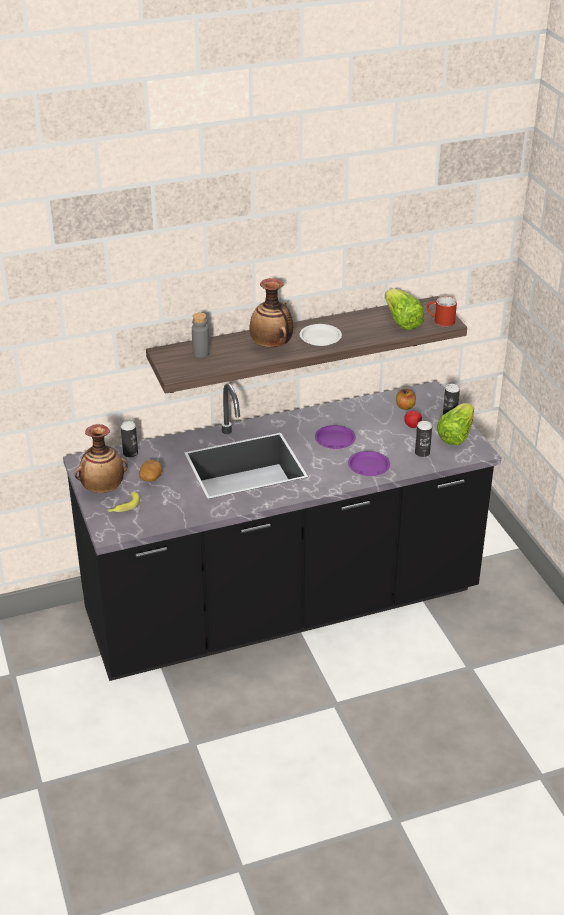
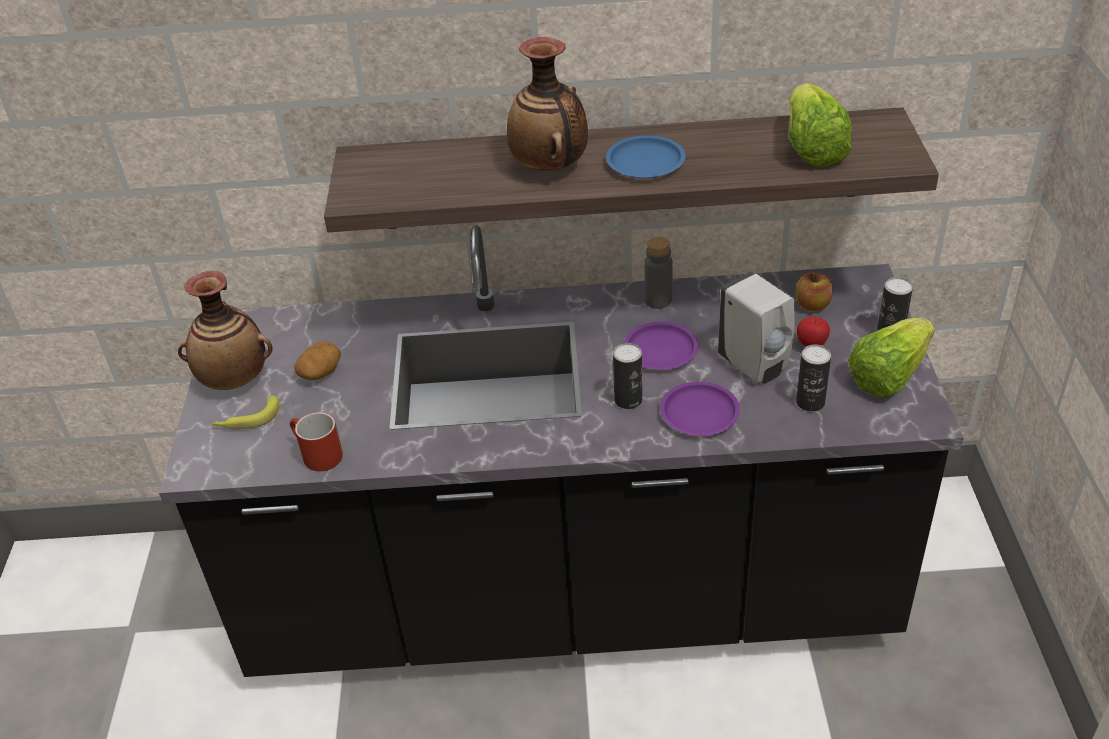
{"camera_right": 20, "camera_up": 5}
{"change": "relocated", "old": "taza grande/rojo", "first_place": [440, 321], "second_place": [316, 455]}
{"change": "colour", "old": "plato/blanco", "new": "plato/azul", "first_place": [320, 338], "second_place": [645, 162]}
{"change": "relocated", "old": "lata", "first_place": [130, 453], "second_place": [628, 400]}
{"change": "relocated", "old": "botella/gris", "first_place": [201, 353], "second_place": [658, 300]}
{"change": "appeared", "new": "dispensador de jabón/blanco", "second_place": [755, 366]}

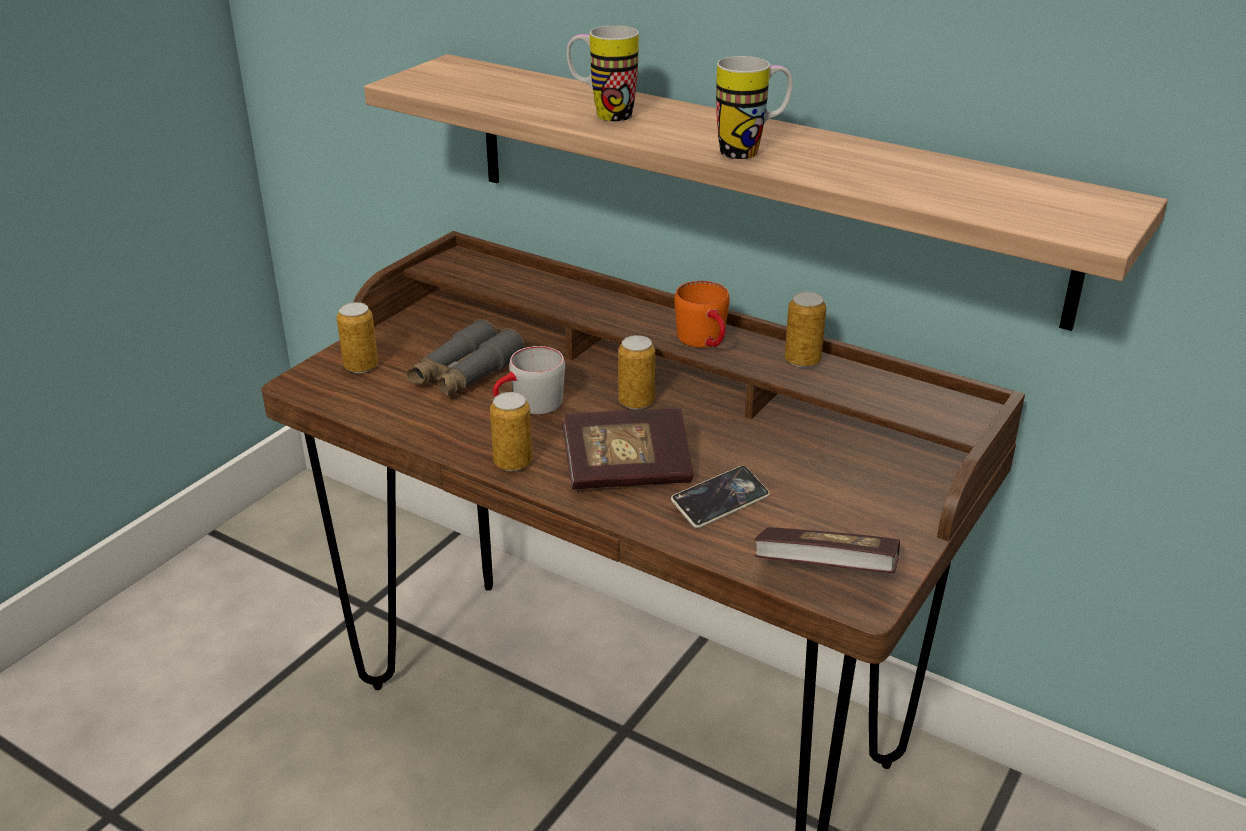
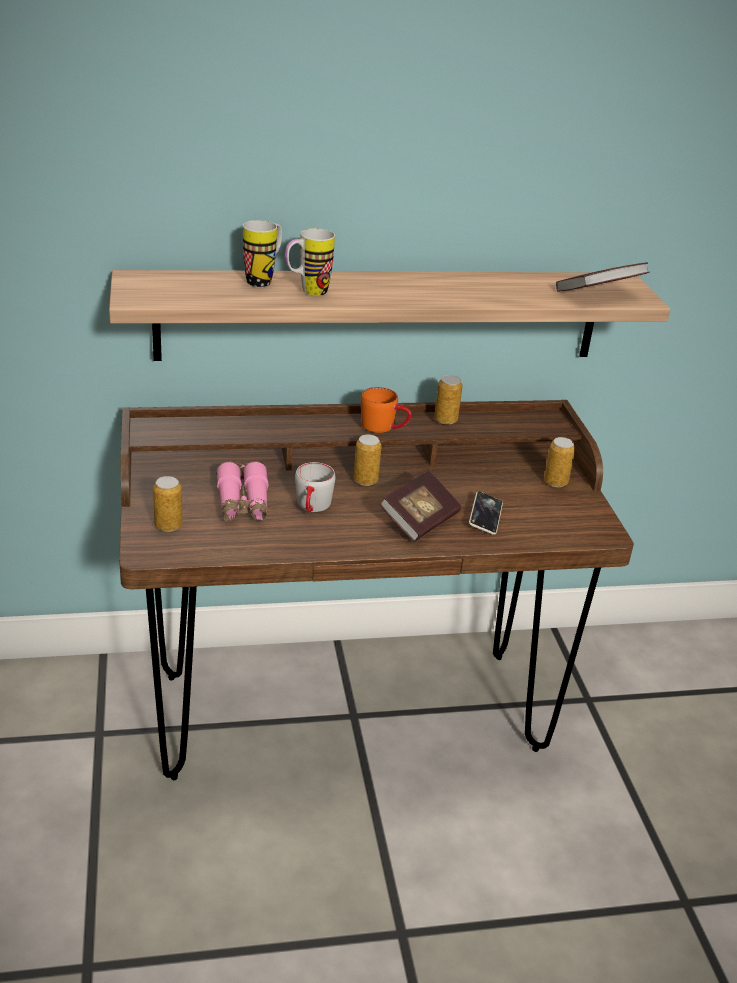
{"camera_right": -45, "camera_up": 0}
{"change": "colour", "old": "prismáticos/gris", "new": "prismáticos/rosa", "first_place": [465, 374], "second_place": [243, 503]}
{"change": "relocated", "old": "taza grande", "first_place": [751, 151], "second_place": [264, 280]}
{"change": "relocated", "old": "lata", "first_place": [513, 463], "second_place": [555, 482]}
{"change": "relocated", "old": "libro", "first_place": [825, 573], "second_place": [598, 294]}

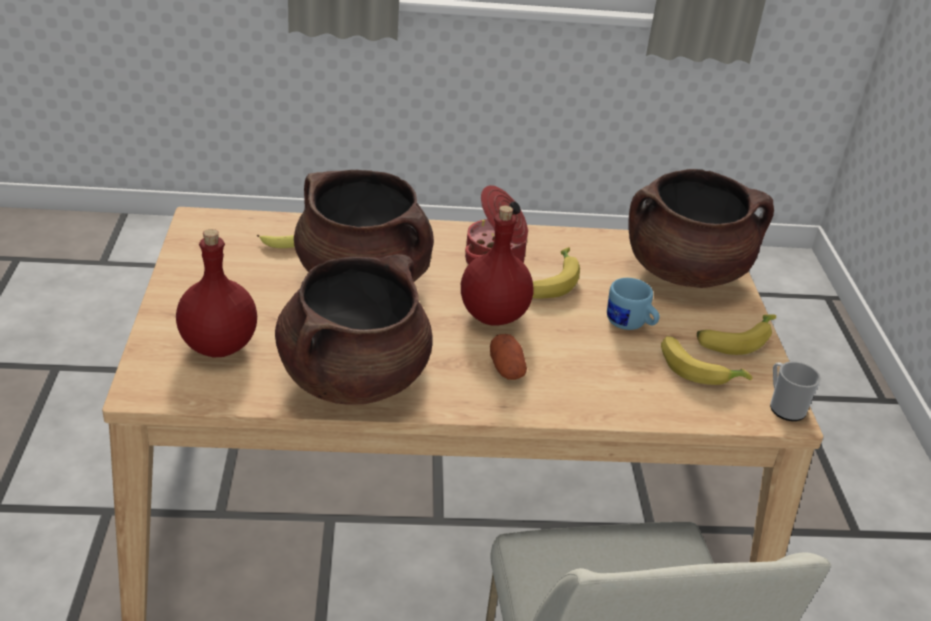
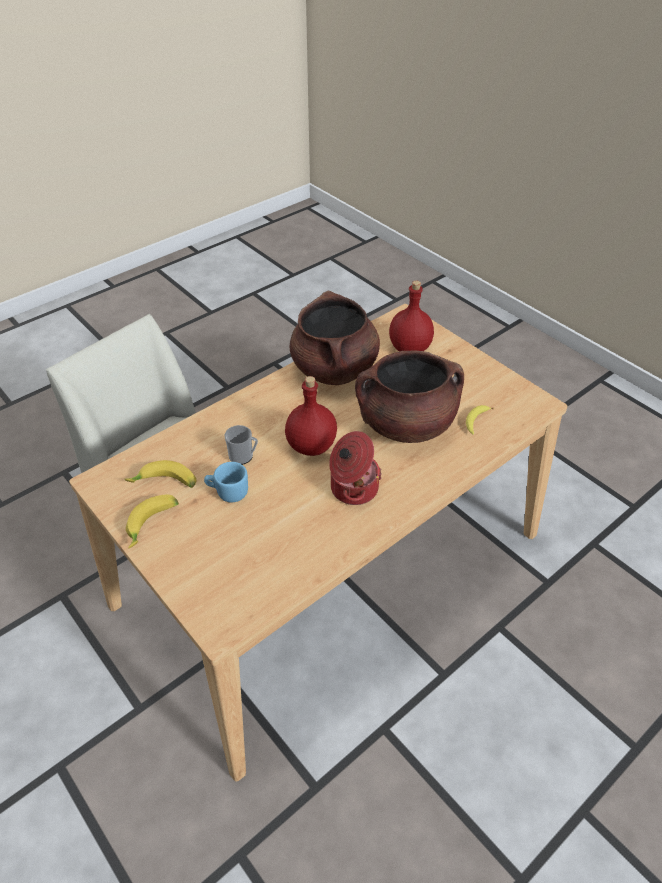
{"camera_right": 145, "camera_up": 10}
{"change": "relocated", "old": "taza grande", "first_place": [784, 407], "second_place": [243, 456]}
{"change": "missing", "old": "patata", "first_place": [507, 368]}
{"change": "missing", "old": "plátano", "first_place": [551, 281]}
{"change": "missing", "old": "olla/marrón", "first_place": [685, 271]}

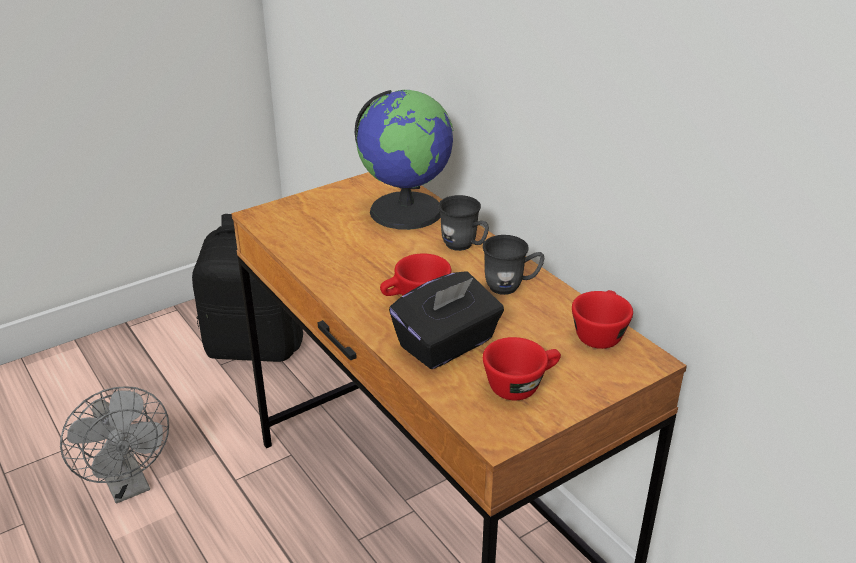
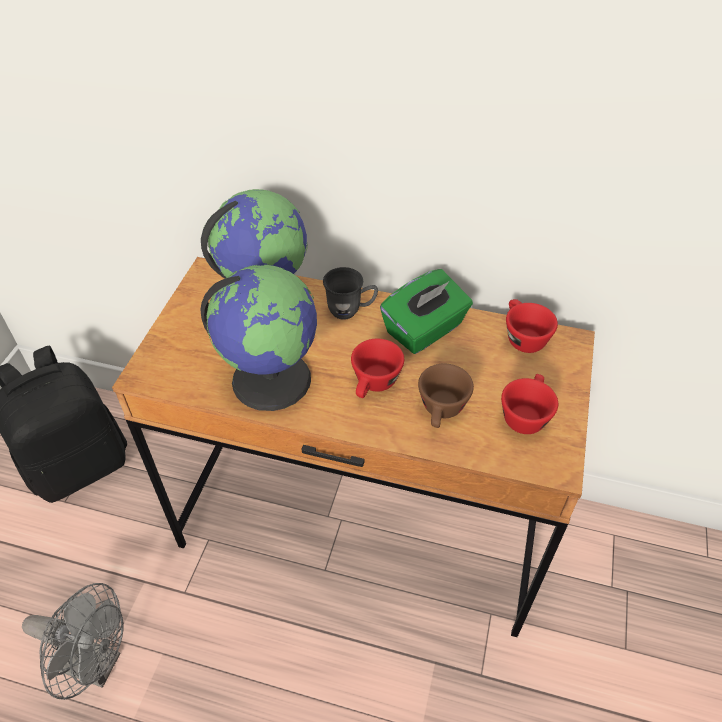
{"camera_right": -40, "camera_up": 15}
{"change": "appeared", "new": "globo terráqueo", "second_place": [271, 378]}
{"change": "exchanged", "old": "taza grande/gris", "new": "caja de pañuelos/verde", "first_place": [511, 286], "second_place": [425, 330]}
{"change": "exchanged", "old": "caja de pañuelos/negro", "new": "taza/marrón", "first_place": [447, 344], "second_place": [442, 411]}

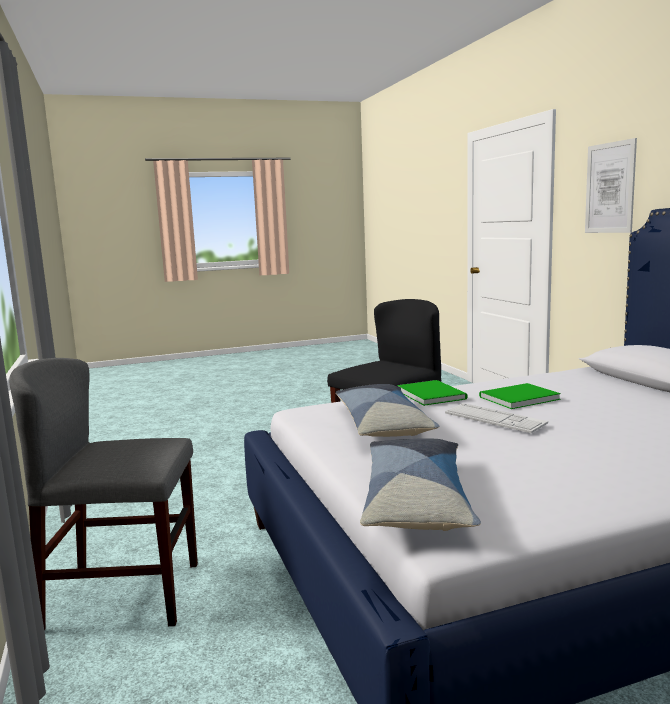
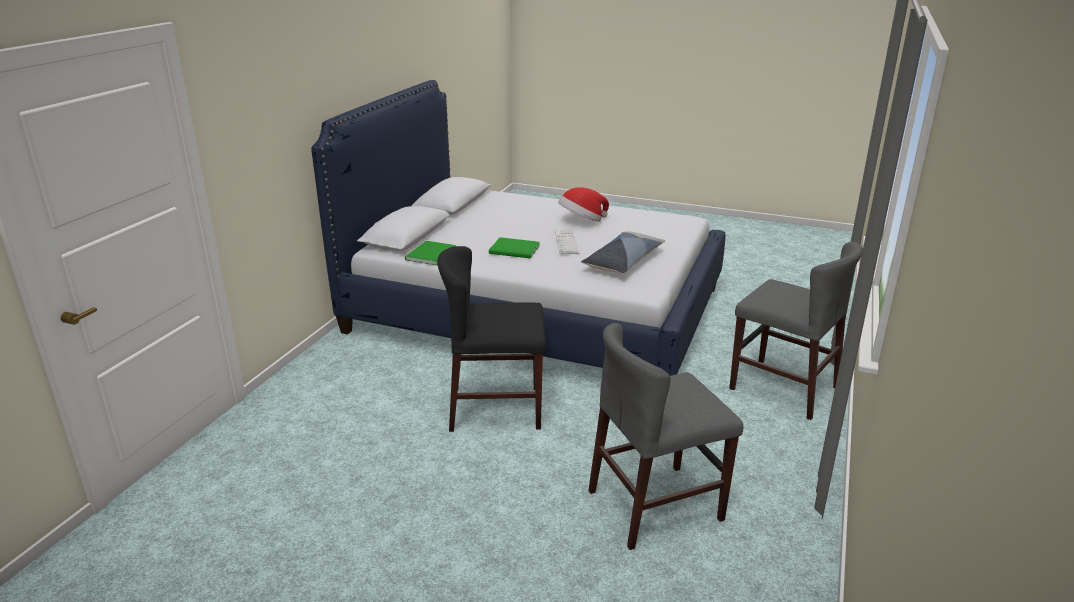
{"camera_right": -140, "camera_up": 15}
{"change": "relocated", "old": "libro/verde", "first_place": [431, 394], "second_place": [429, 255]}
{"change": "appeared", "new": "sombrero", "second_place": [581, 221]}
{"change": "appeared", "new": "silla/gris", "second_place": [655, 505]}
{"change": "missing", "old": "cojín", "first_place": [416, 500]}
{"change": "missing", "old": "cuadro", "first_place": [610, 188]}

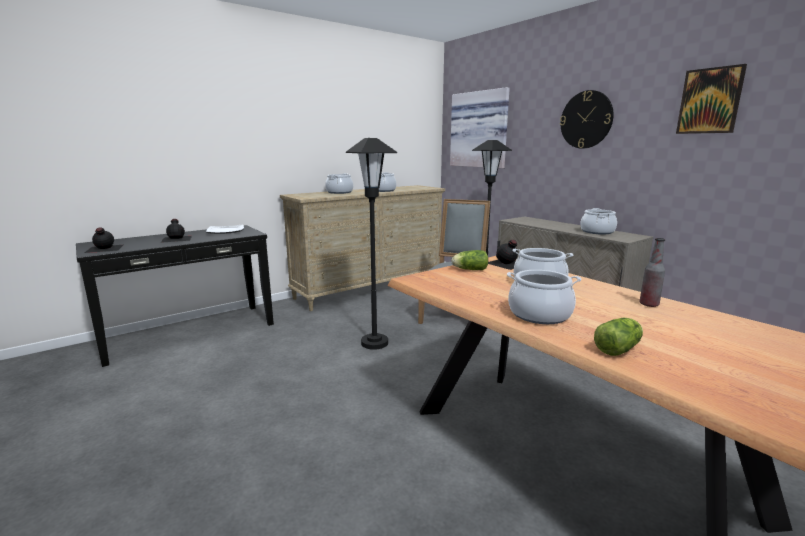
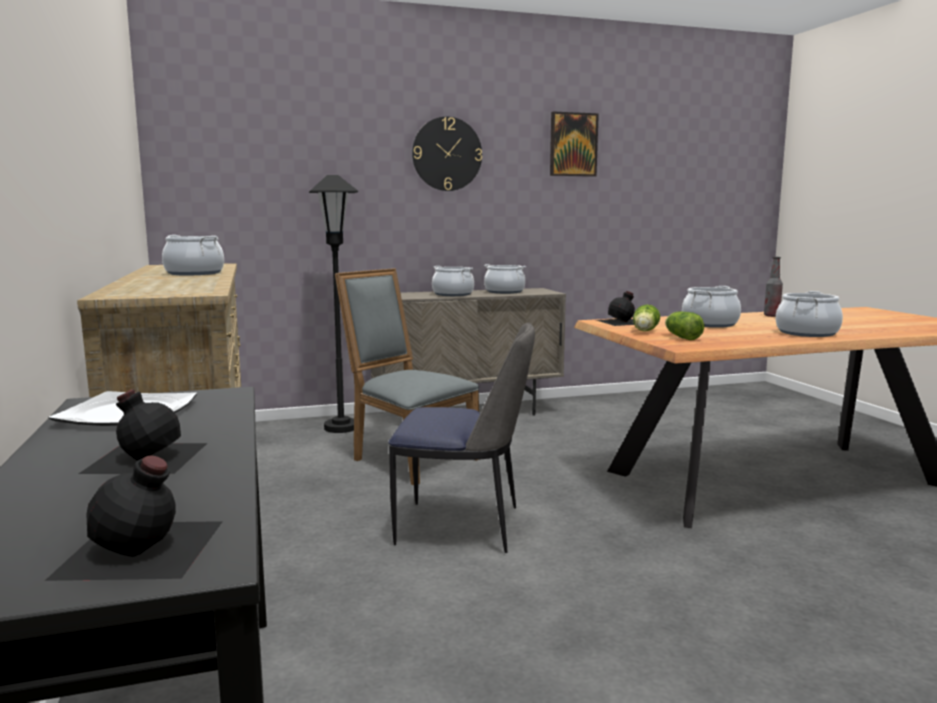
{"camera_right": -70, "camera_up": -5}
{"change": "exchanged", "old": "lámpara de pie/negro", "new": "silla", "first_place": [374, 343], "second_place": [463, 526]}
{"change": "relocated", "old": "olla", "first_place": [339, 192], "second_place": [453, 294]}
{"change": "relocated", "old": "lechuga", "first_place": [619, 348], "second_place": [681, 337]}
{"change": "missing", "old": "cuadro", "first_place": [480, 130]}

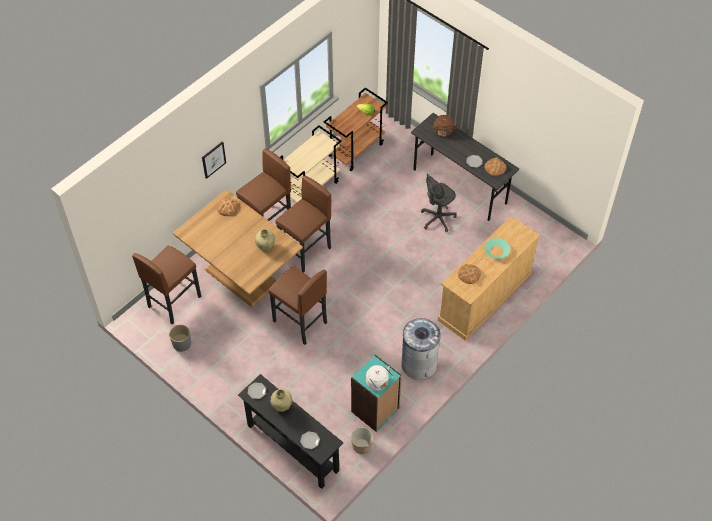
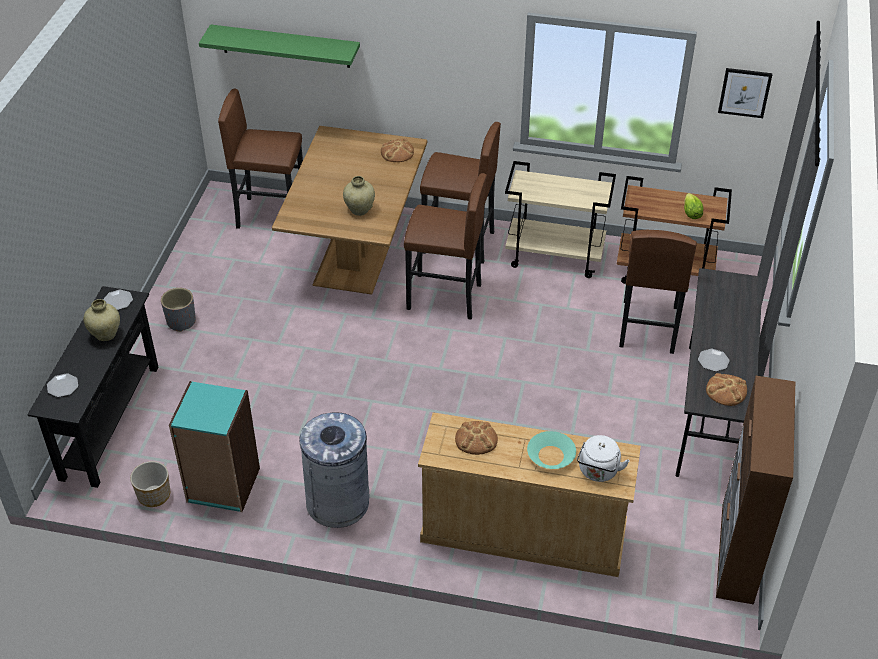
{"camera_right": 60, "camera_up": -10}
{"change": "relocated", "old": "maceta/gris", "first_place": [181, 344], "second_place": [181, 321]}
{"change": "appeared", "new": "estante/verde", "second_place": [285, 46]}
{"change": "relocated", "old": "hervidor/blanco", "first_place": [378, 383], "second_place": [598, 472]}
{"change": "relocated", "old": "taburete/marrón", "first_place": [300, 322], "second_place": [647, 326]}
{"change": "appeared", "new": "armario/marrón", "second_place": [737, 553]}
{"change": "relocated", "old": "cuadro", "first_place": [213, 159], "second_place": [744, 92]}
{"change": "missing", "old": "silla de oficina/gris", "first_place": [437, 219]}
{"change": "missing", "old": "hervidor/marrón", "first_place": [443, 132]}

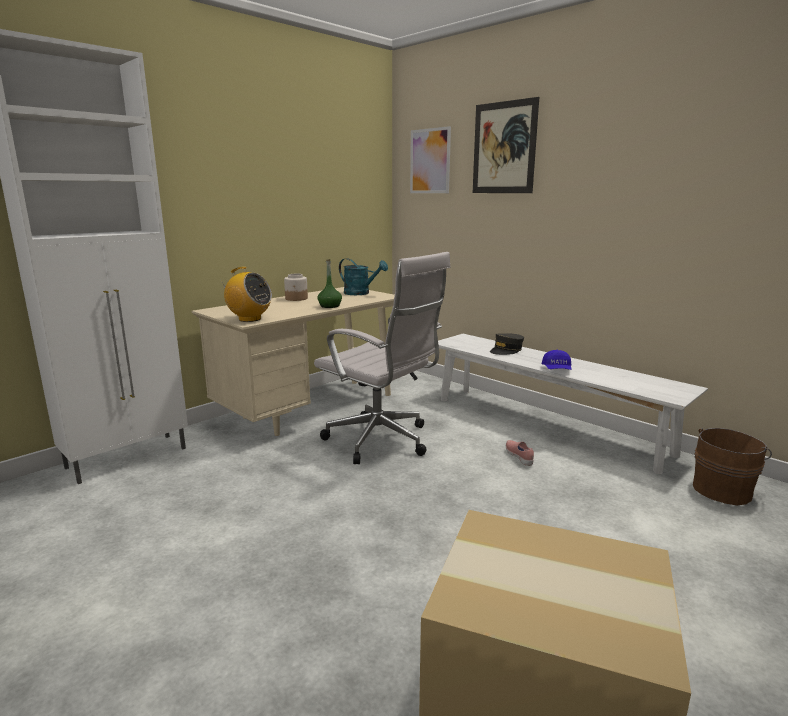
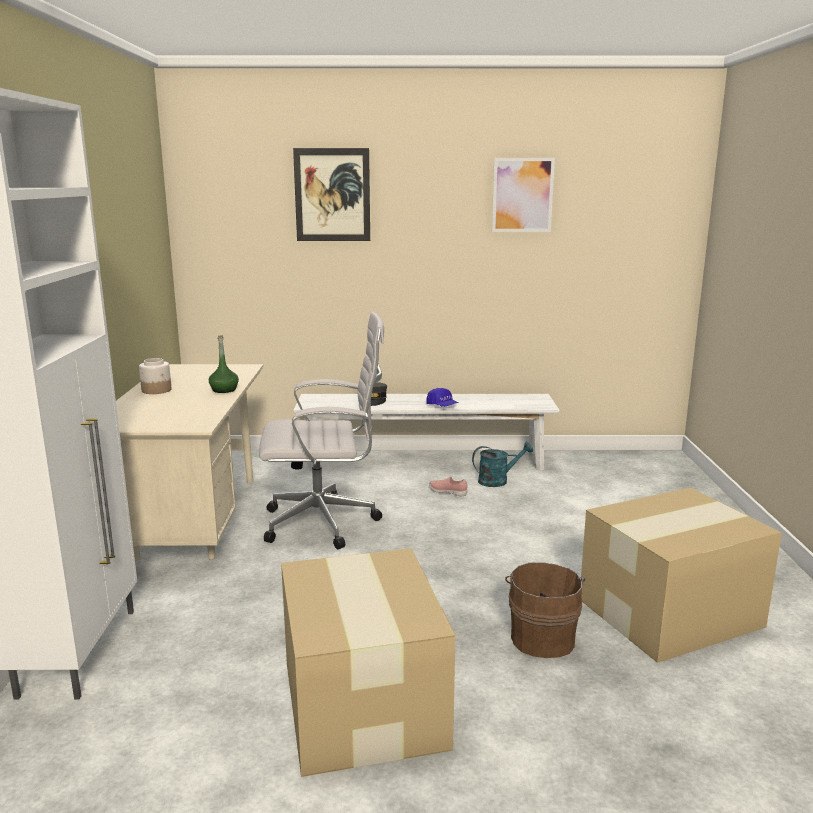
{"camera_right": -45, "camera_up": 0}
{"change": "appeared", "new": "caja de cartón", "second_place": [363, 701]}
{"change": "relocated", "old": "regadera/turquesa", "first_place": [361, 293], "second_place": [498, 481]}
{"change": "relocated", "old": "cuadro", "first_place": [430, 161], "second_place": [522, 195]}
{"change": "relocated", "old": "cubo/marrón", "first_place": [723, 489], "second_place": [542, 637]}
{"change": "missing", "old": "radio", "first_place": [249, 319]}

